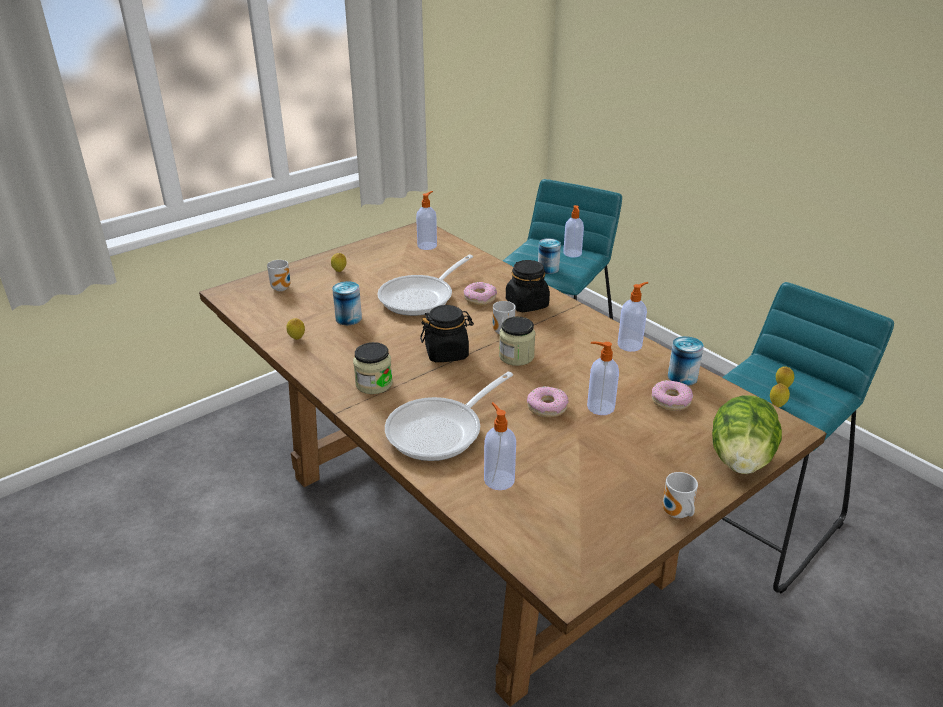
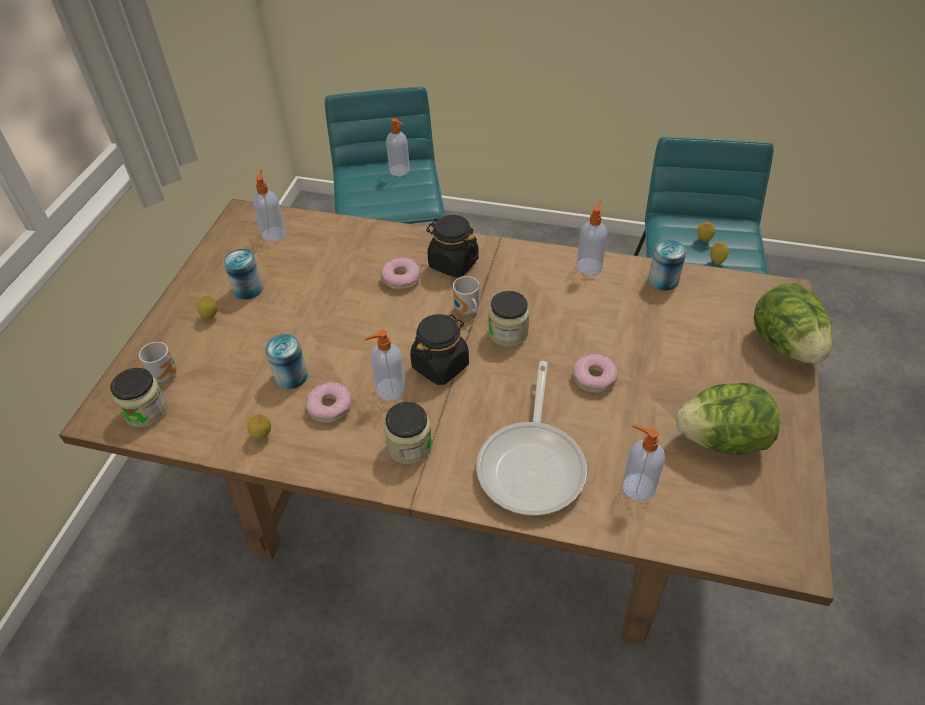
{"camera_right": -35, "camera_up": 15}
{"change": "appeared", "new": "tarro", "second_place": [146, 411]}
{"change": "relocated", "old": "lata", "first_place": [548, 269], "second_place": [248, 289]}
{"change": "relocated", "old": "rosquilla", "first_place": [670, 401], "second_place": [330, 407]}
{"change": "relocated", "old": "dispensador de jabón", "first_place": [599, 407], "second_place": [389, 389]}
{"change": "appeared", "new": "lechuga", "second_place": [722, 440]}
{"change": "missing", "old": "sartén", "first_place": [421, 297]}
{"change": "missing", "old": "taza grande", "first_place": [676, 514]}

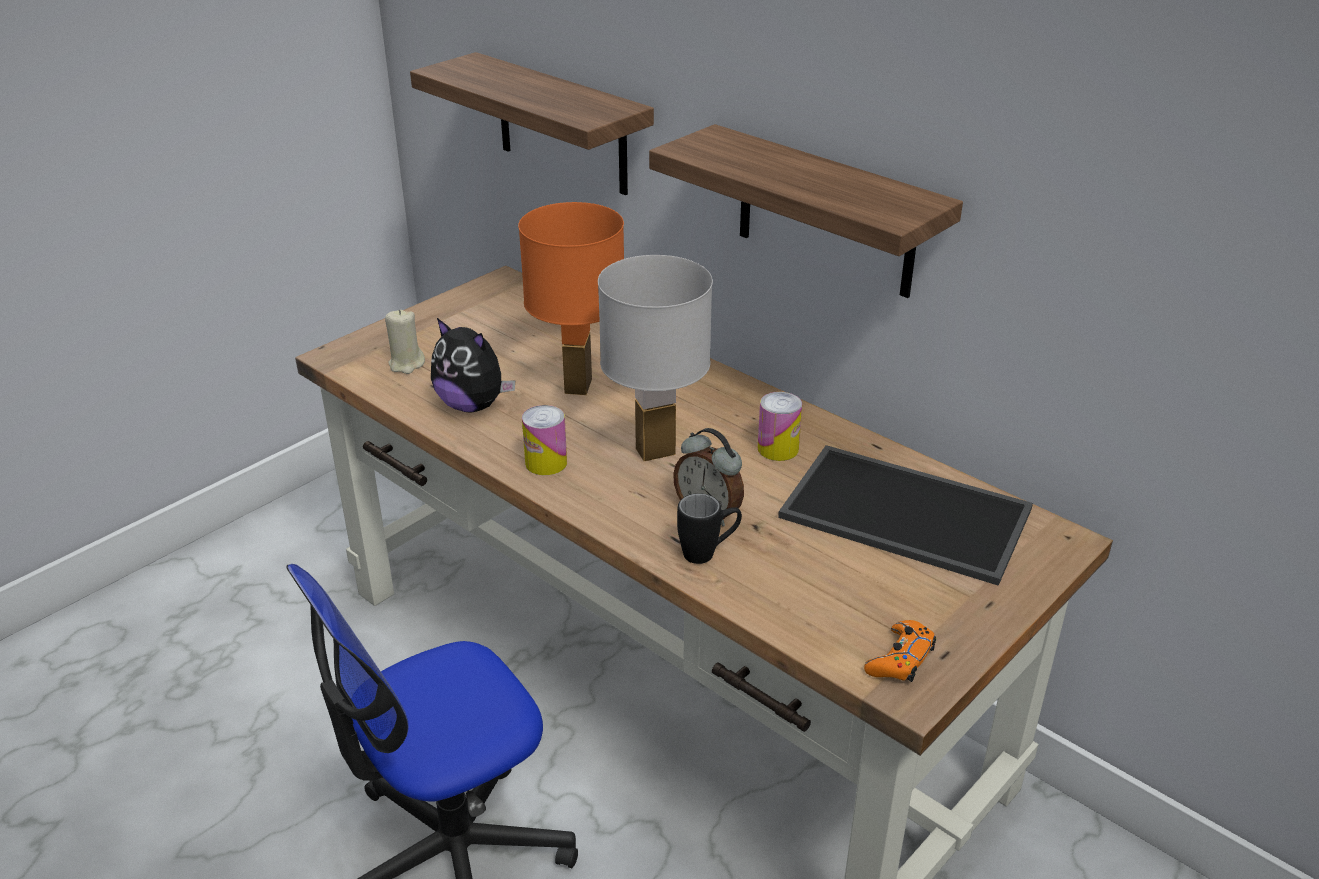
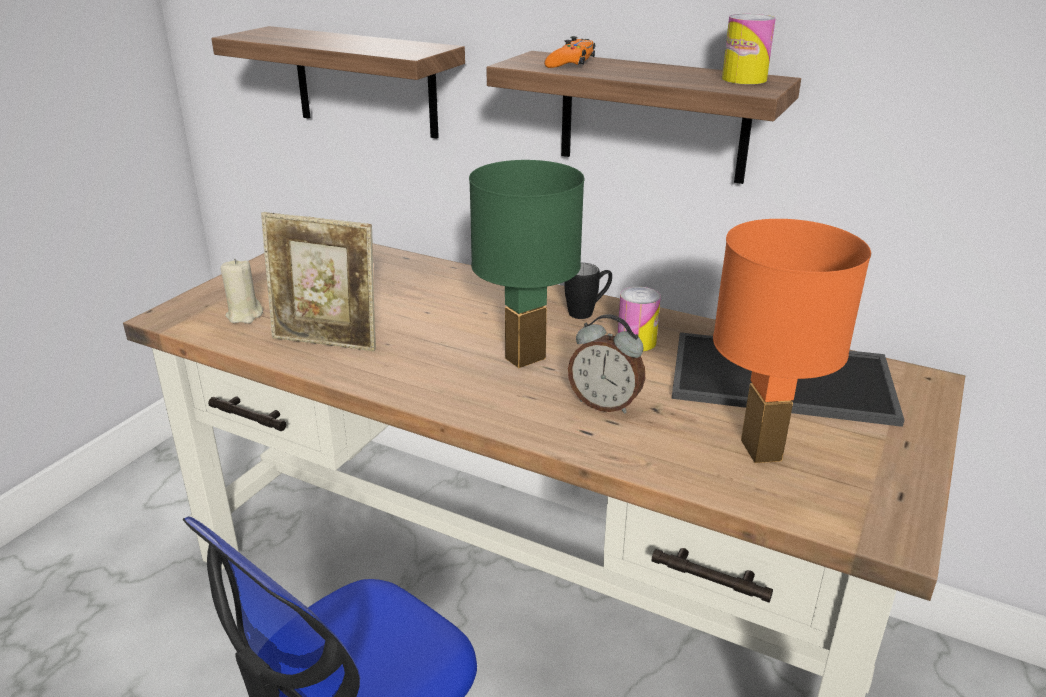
{"camera_right": -15, "camera_up": -5}
{"change": "exchanged", "old": "peluche", "new": "portarretratos", "first_place": [473, 405], "second_place": [326, 342]}
{"change": "colour", "old": "lámpara de mesa/blanco", "new": "lámpara de mesa/verde", "first_place": [655, 452], "second_place": [525, 359]}
{"change": "relocated", "old": "mando de consola/naranja", "first_place": [900, 659], "second_place": [570, 63]}
{"change": "relocated", "old": "taza grande/negro", "first_place": [708, 553], "second_place": [588, 312]}
{"change": "relocated", "old": "lámpara de mesa/naranja", "first_place": [577, 385], "second_place": [759, 450]}
{"change": "relocated", "old": "lata", "first_place": [546, 463], "second_place": [744, 79]}

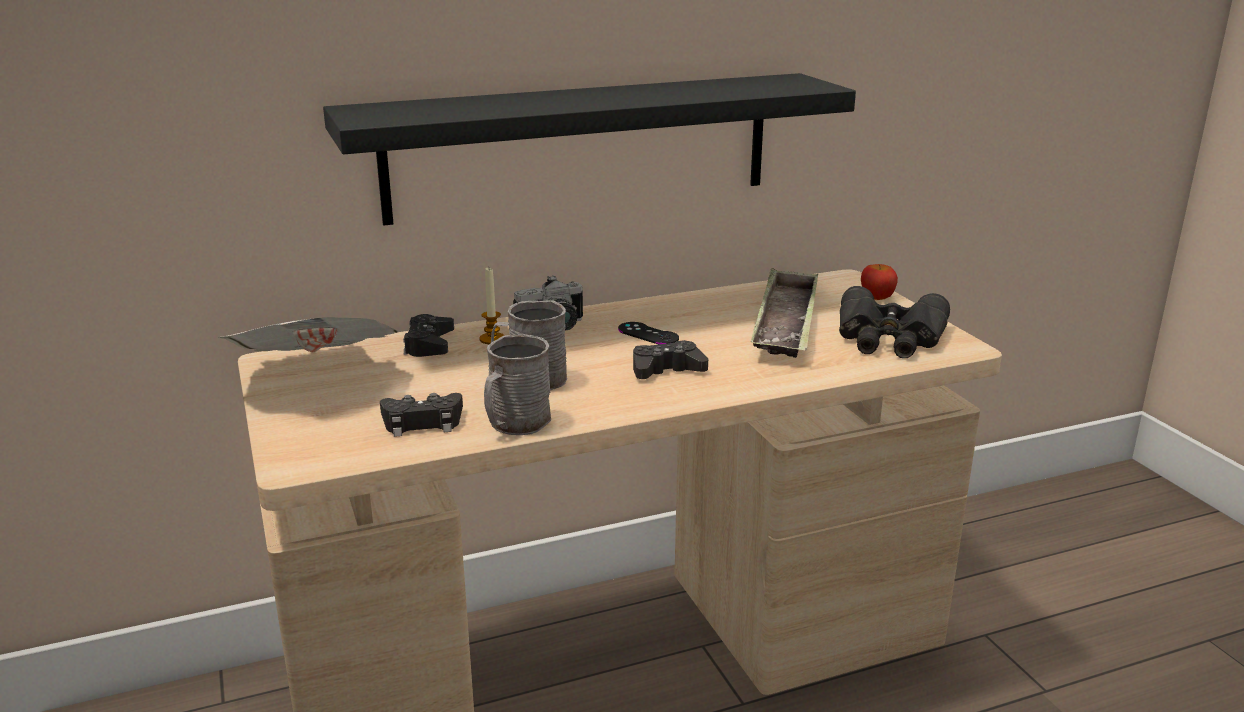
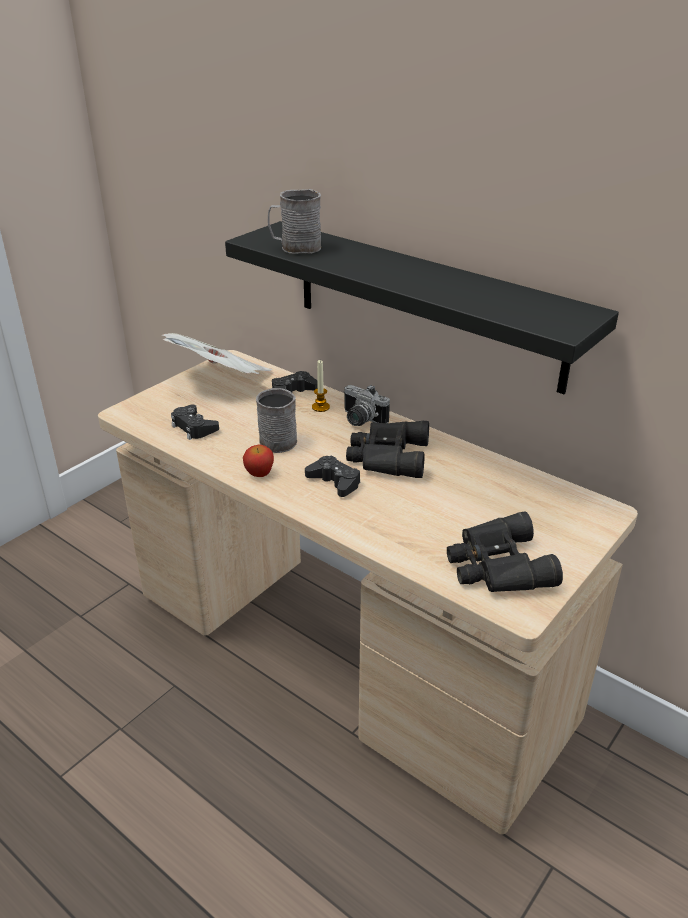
{"camera_right": 60, "camera_up": 10}
{"change": "relocated", "old": "manzana", "first_place": [876, 297], "second_place": [259, 473]}
{"change": "relocated", "old": "taza grande/gris", "first_place": [515, 425], "second_place": [295, 247]}
{"change": "exchanged", "old": "mando de consola/negro", "new": "prismáticos/negro", "first_place": [648, 334], "second_place": [386, 457]}
{"change": "missing", "old": "bandeja", "first_place": [786, 322]}

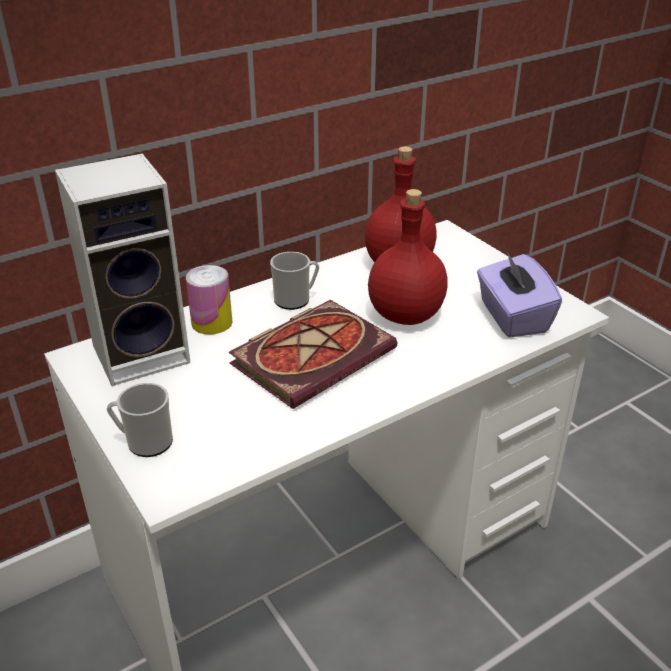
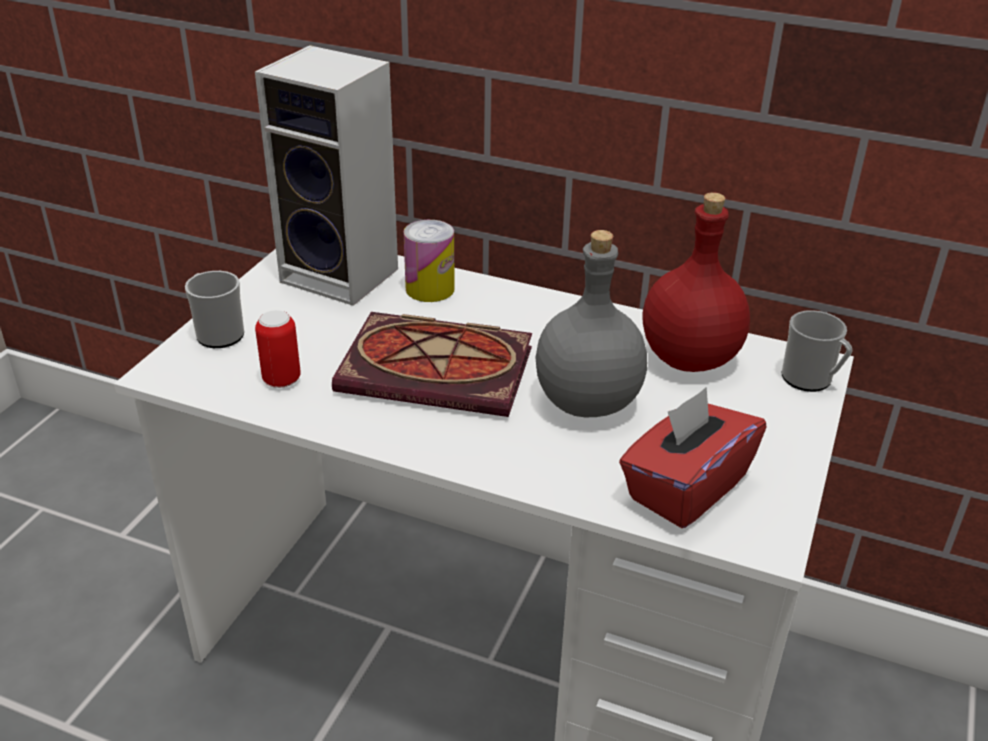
{"camera_right": 55, "camera_up": 0}
{"change": "appeared", "new": "lata", "second_place": [282, 380]}
{"change": "colour", "old": "botella/rojo", "new": "botella/gris", "first_place": [406, 315], "second_place": [587, 403]}
{"change": "colour", "old": "caja de pañuelos/morado", "new": "caja de pañuelos/rojo", "first_place": [512, 317], "second_place": [685, 488]}
{"change": "relocated", "old": "taza grande", "first_place": [296, 300], "second_place": [811, 380]}

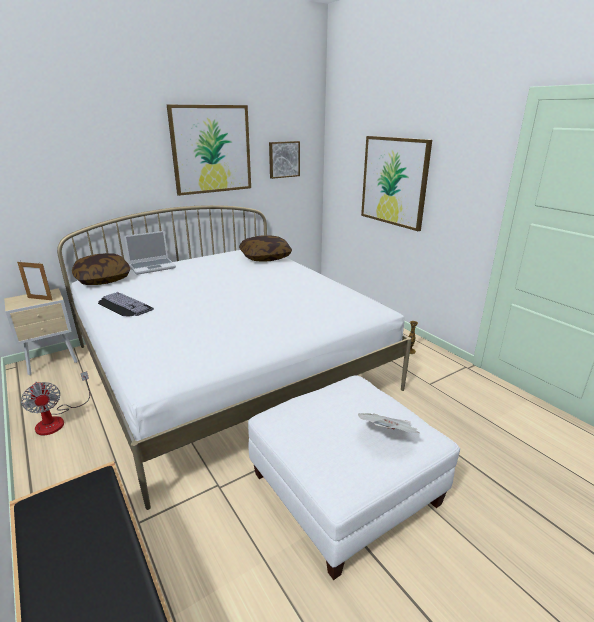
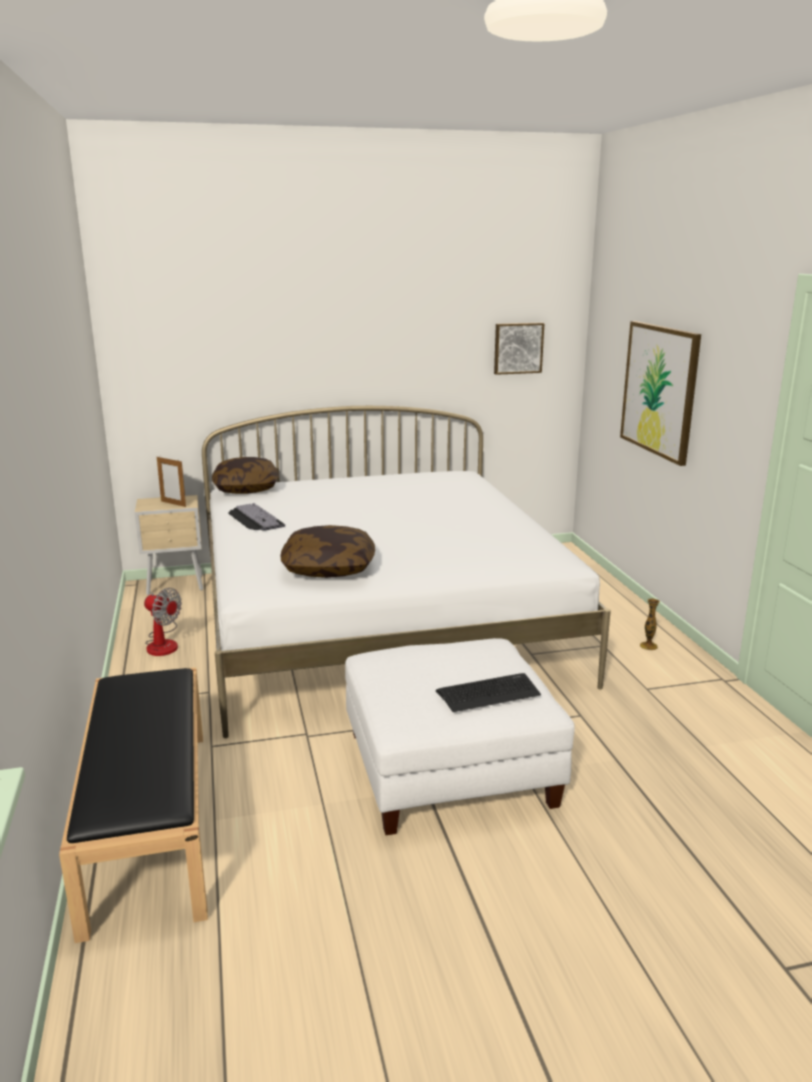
{"camera_right": 20, "camera_up": -5}
{"change": "spun", "old": "ventilador", "first_place": [57, 420], "second_place": [163, 643], "degrees": -45}
{"change": "relocated", "old": "cojín", "first_place": [265, 257], "second_place": [329, 568]}
{"change": "exchanged", "old": "periódico", "new": "teclado", "first_place": [388, 435], "second_place": [488, 693]}
{"change": "missing", "old": "portátil", "first_place": [153, 267]}
{"change": "missing", "old": "cuadro", "first_place": [211, 149]}

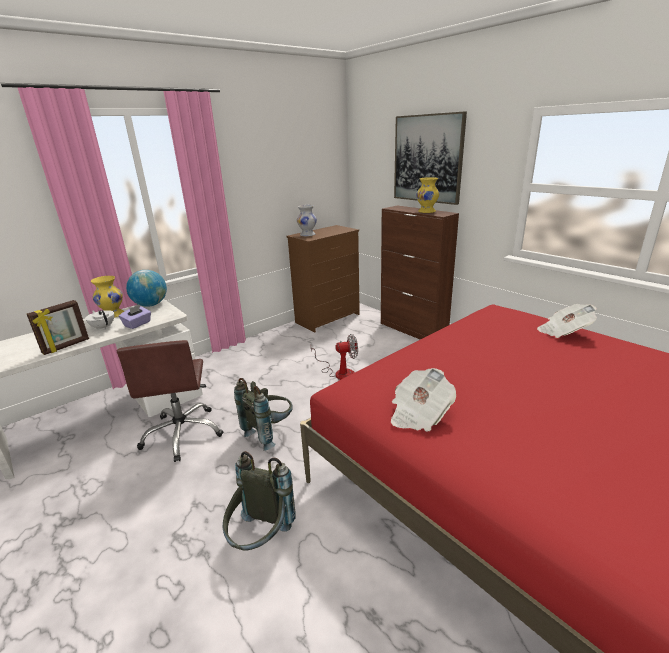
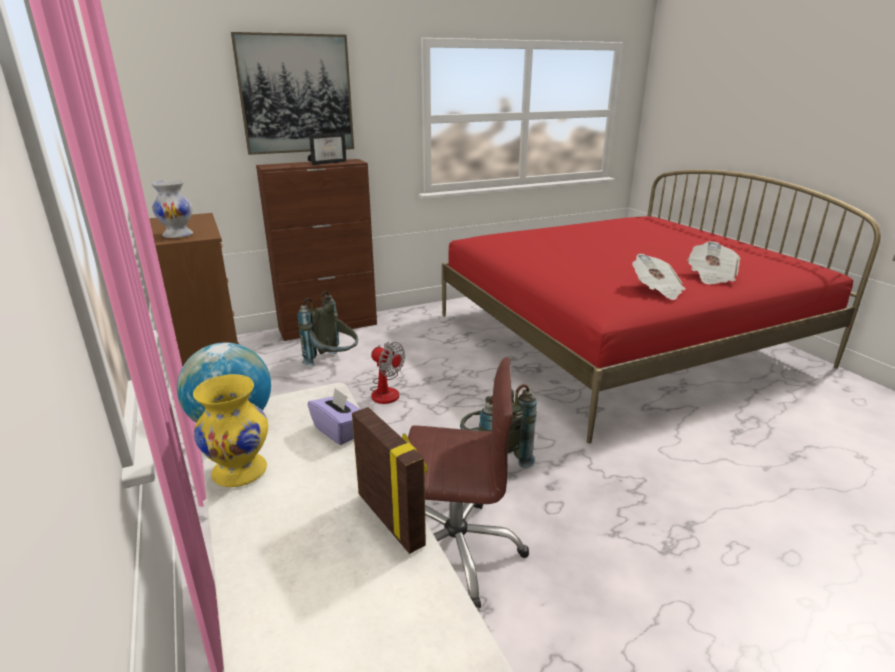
{"camera_right": -75, "camera_up": 0}
{"change": "relocated", "old": "mochila/gris", "first_place": [260, 539], "second_place": [334, 363]}
{"change": "exchanged", "old": "florero/amarillo", "new": "portarretratos", "first_place": [427, 211], "second_place": [328, 162]}
{"change": "spun", "old": "ventilador", "first_place": [339, 372], "second_place": [386, 390], "degrees": 120}
{"change": "relocated", "old": "periódico", "first_place": [563, 332], "second_place": [710, 276]}
{"change": "missing", "old": "tetera/blanco", "first_place": [103, 327]}

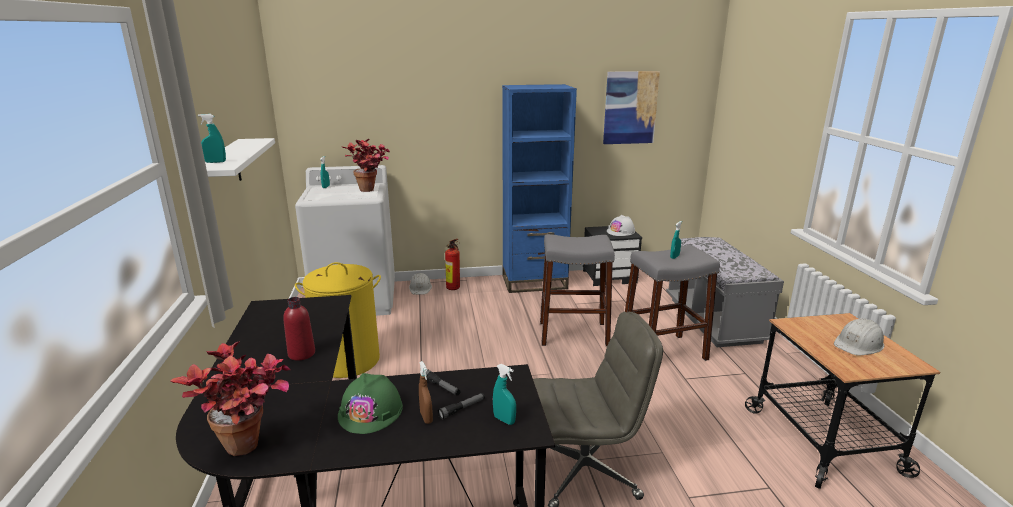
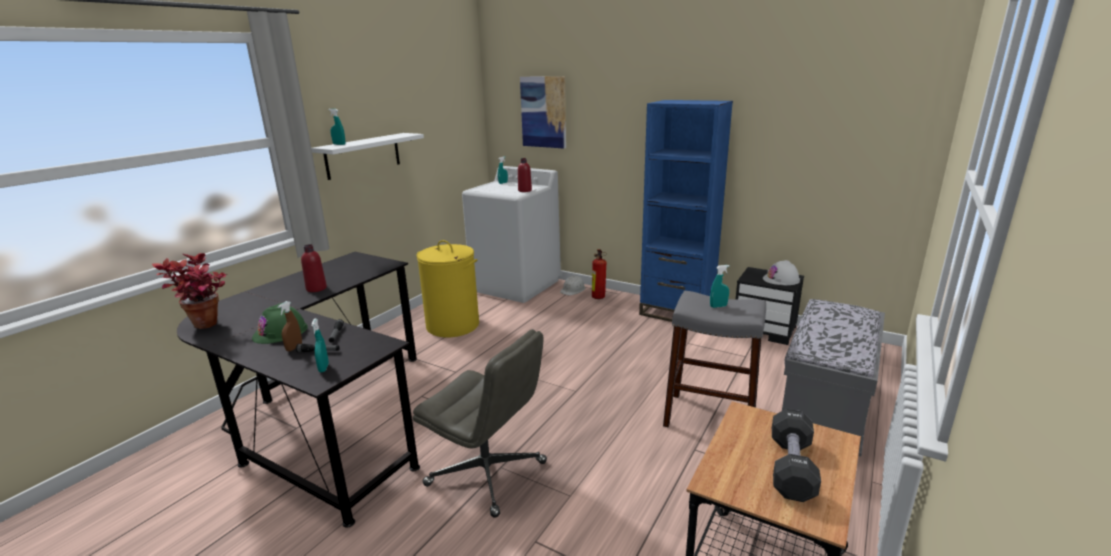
{"camera_right": 40, "camera_up": 0}
{"change": "exchanged", "old": "planta en maceta", "new": "botella/rojo", "first_place": [371, 191], "second_place": [525, 190]}
{"change": "relocated", "old": "cuadro", "first_place": [630, 108], "second_place": [543, 112]}
{"change": "exchanged", "old": "casco/blanco", "new": "mancuerna/negro", "first_place": [859, 344], "second_place": [791, 468]}
{"change": "missing", "old": "taburete/gris", "first_place": [573, 333]}

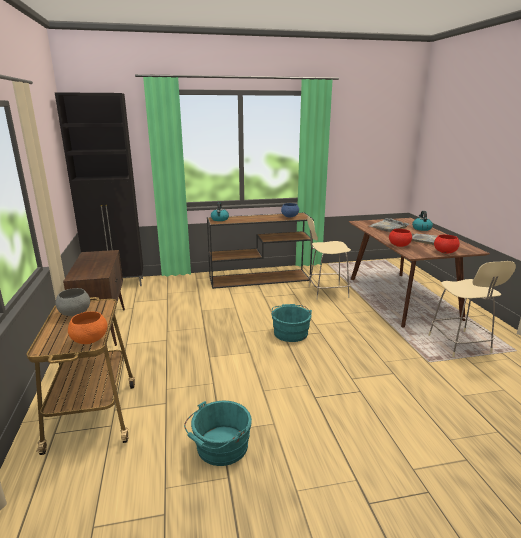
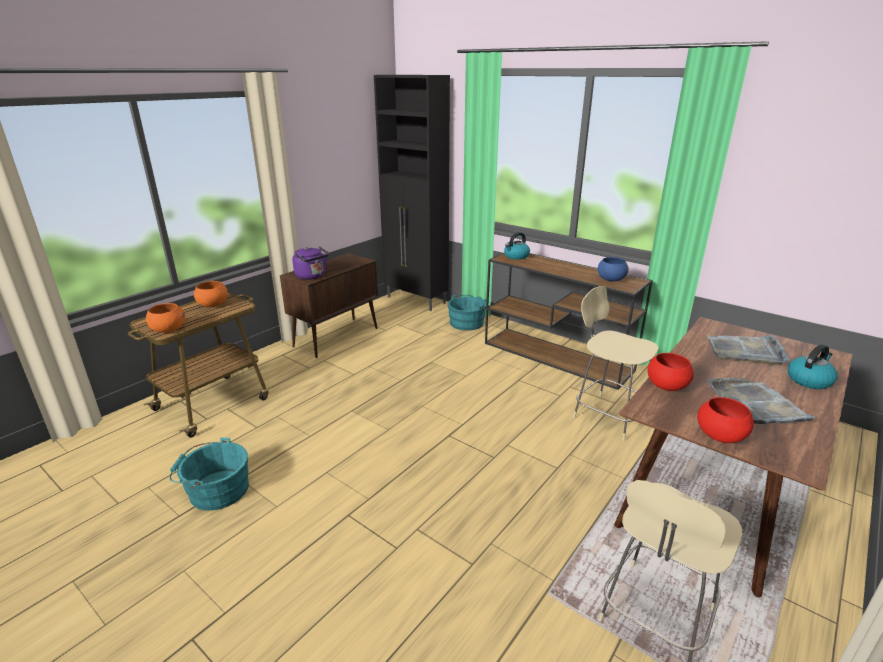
{"camera_right": 50, "camera_up": 5}
{"change": "colour", "old": "cuenco/gris", "new": "cuenco/naranja", "first_place": [74, 313], "second_place": [213, 305]}
{"change": "appeared", "new": "hervidor/morado", "second_place": [312, 276]}
{"change": "relocated", "old": "cubo/turquesa", "first_place": [290, 332], "second_place": [468, 322]}

